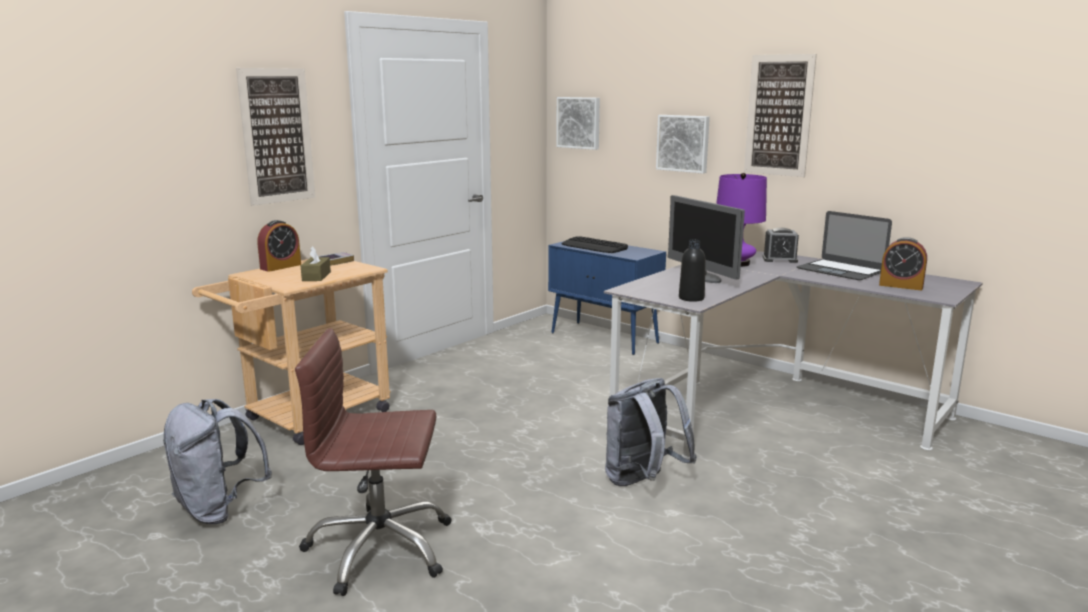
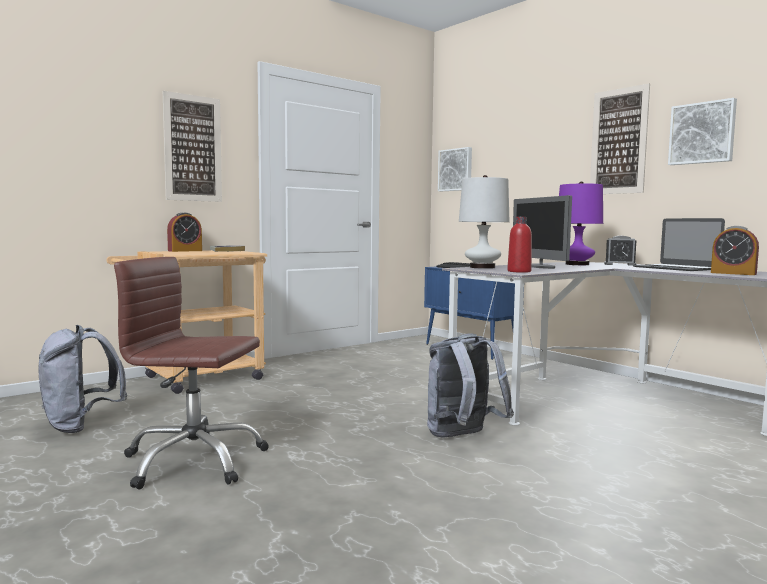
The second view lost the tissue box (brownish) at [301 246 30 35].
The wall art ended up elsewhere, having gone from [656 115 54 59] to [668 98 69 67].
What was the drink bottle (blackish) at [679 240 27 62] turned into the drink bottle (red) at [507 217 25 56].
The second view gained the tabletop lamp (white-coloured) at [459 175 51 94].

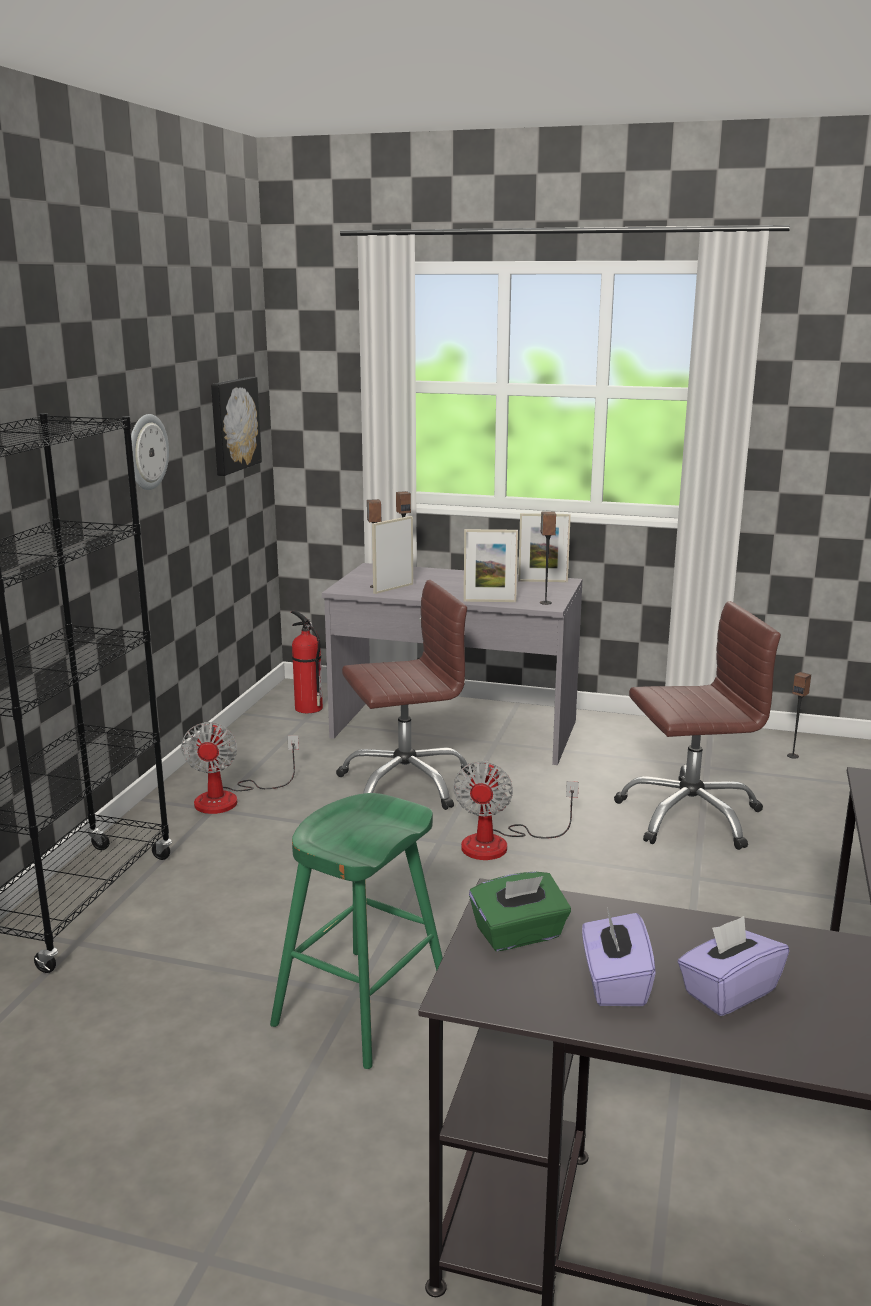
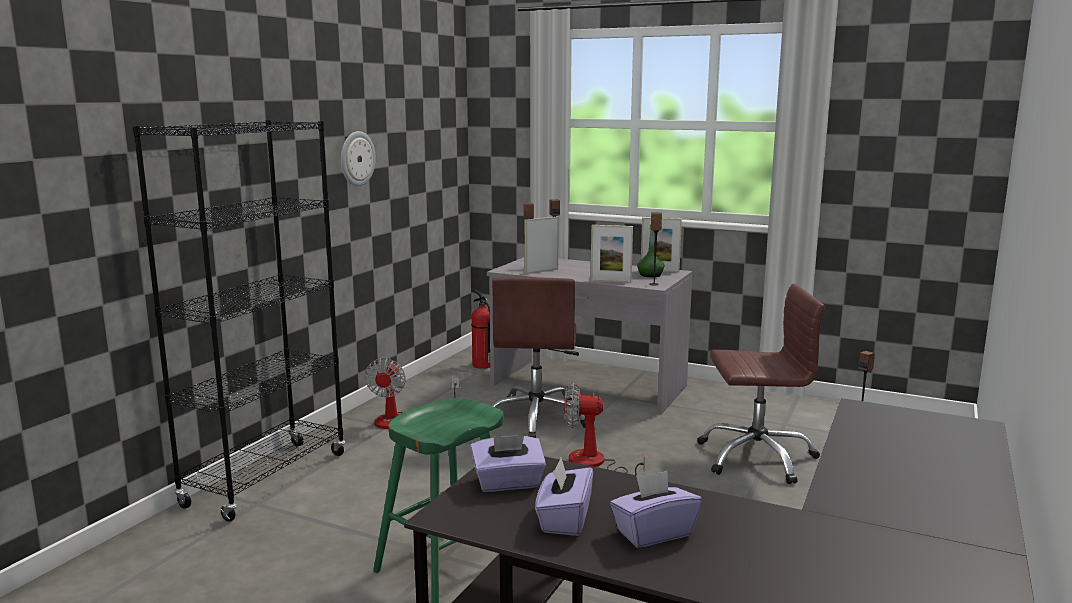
The second view lost the wall art at [211 377 51 99].
The desk chair (brownish) at [336 580 137 230] ended up facing another way, 105 degrees clockwise from before.
The cooling fan at [453 761 126 99] ended up facing another way, 75 degrees clockwise from before.
What was the tissue box (green-coloured) at [469 872 102 79] turned into the tissue box (purplish) at [470 435 76 57].
The second view gained the drink bottle (green-coloured) at [637 225 27 52].

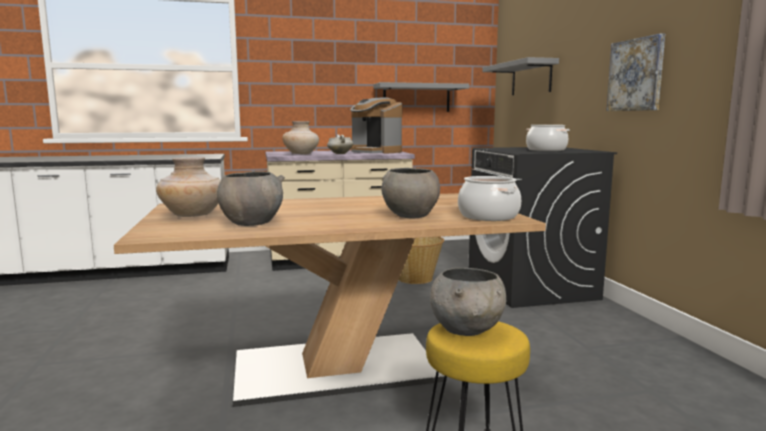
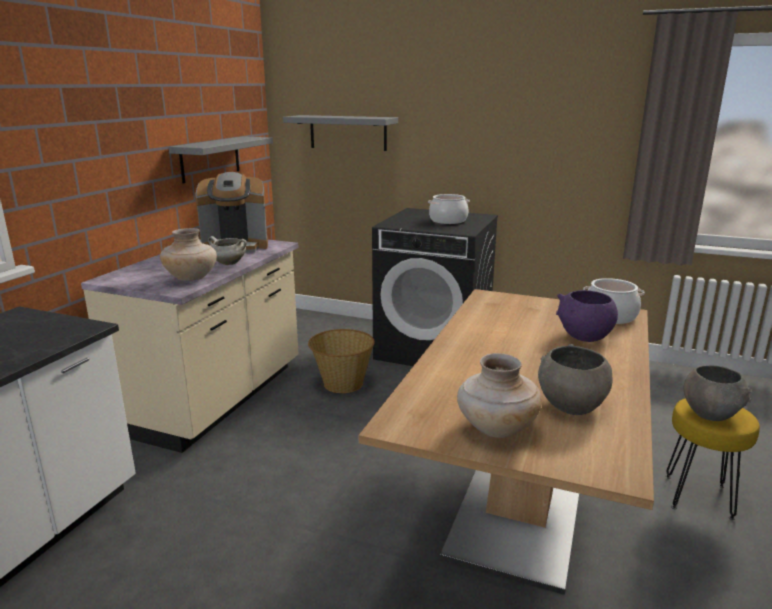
What was the deep dish (gray) at [381 168 59 51] turned into the deep dish (purplish) at [556 290 62 52].
The second view lost the wall art at [606 34 59 77].

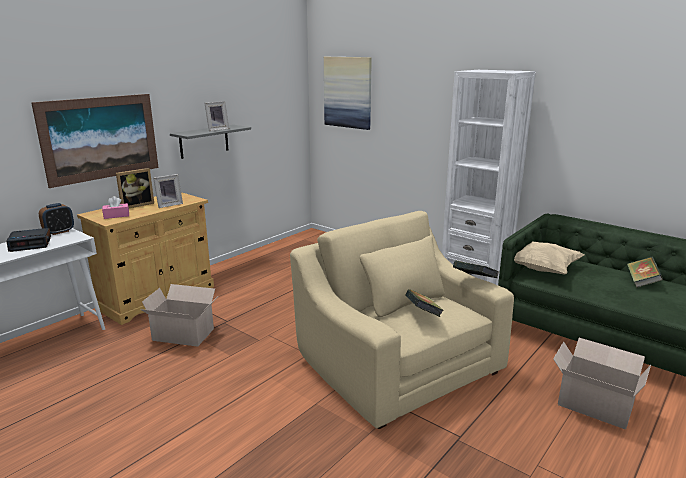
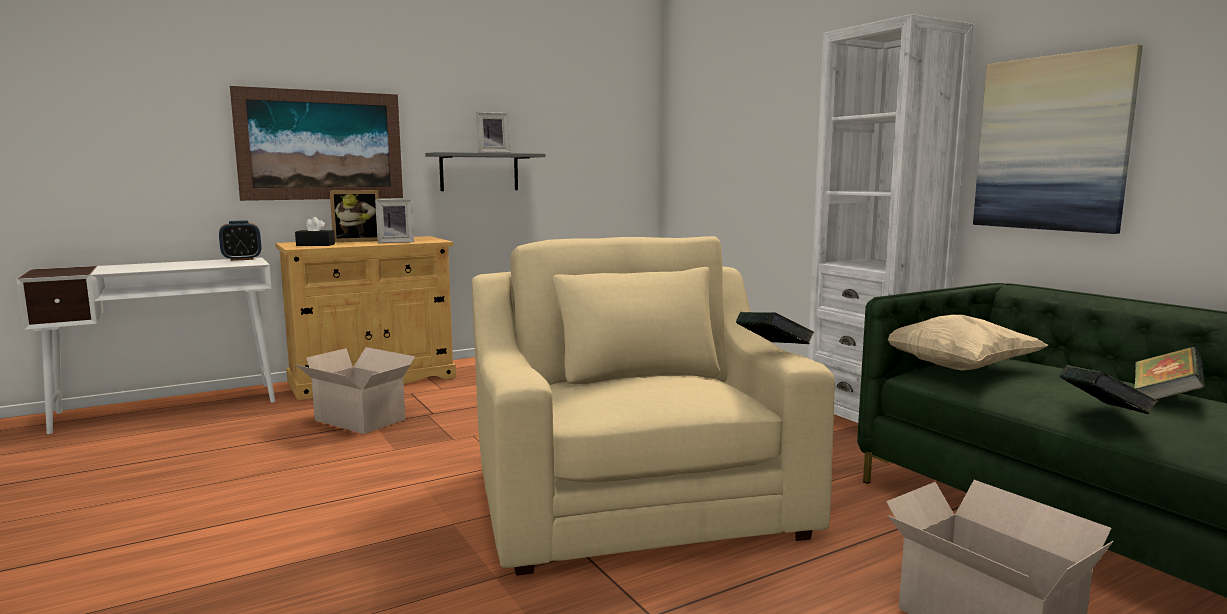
The second view lost the alarm clock at [6 228 45 24].
What was the tissue box (pinkish) at [102 196 27 23] turned into the tissue box (blackish) at [295 217 40 29].
The wall art ended up elsewhere, having gone from [324 57 48 73] to [973 44 170 190].
The book ended up elsewhere, having gone from [405 289 39 28] to [1059 365 99 49].

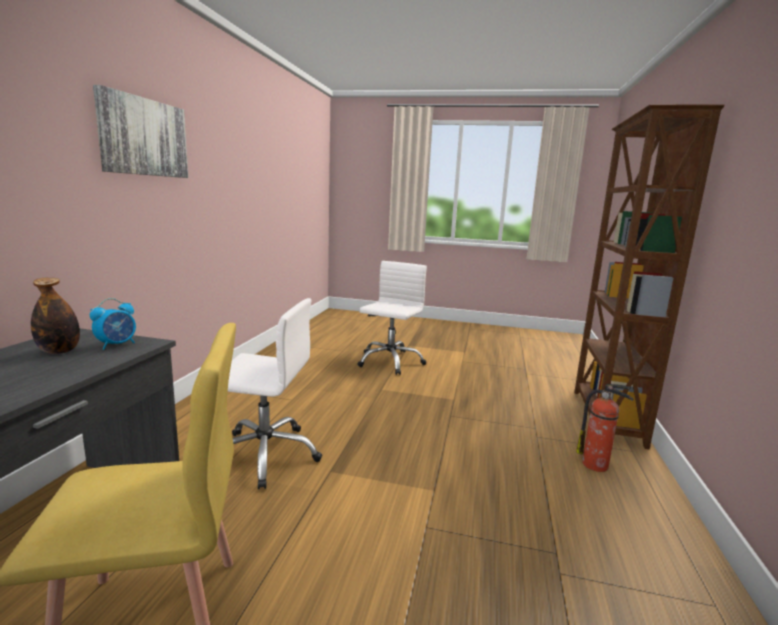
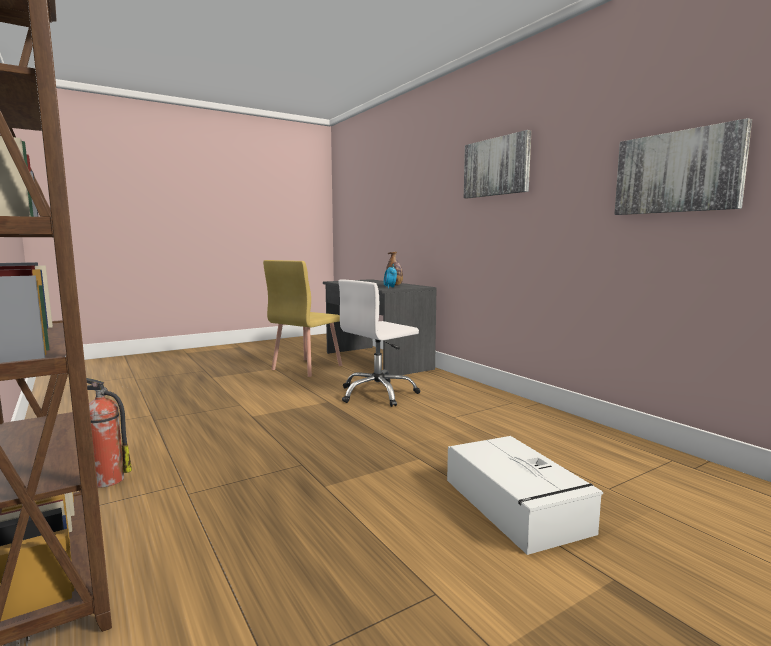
Where the desk chair (white-coloured) stood at [357 261 70 114], the storage bin (white-coloured) came to stand at [447 436 156 119].
The second view gained the wall art at [614 118 138 97].

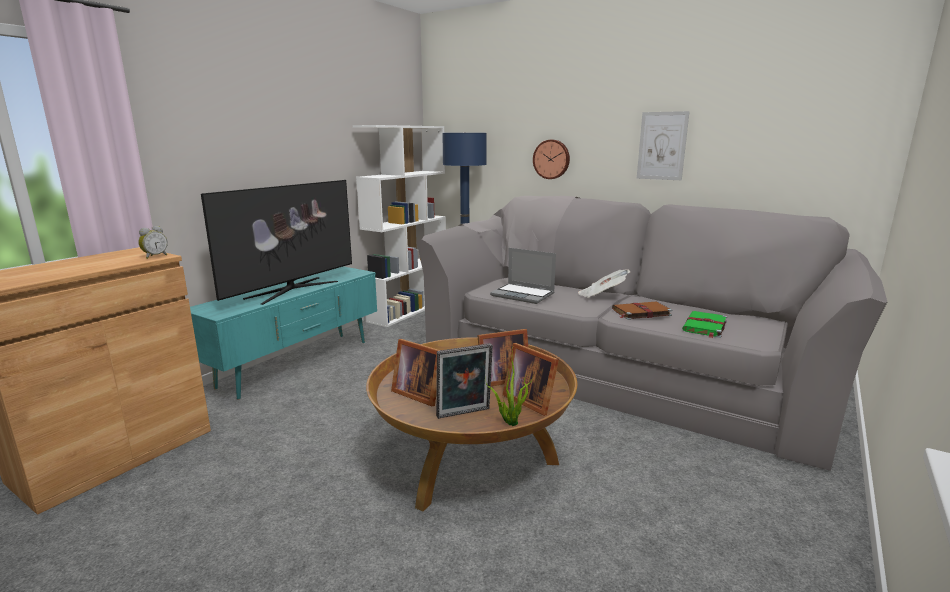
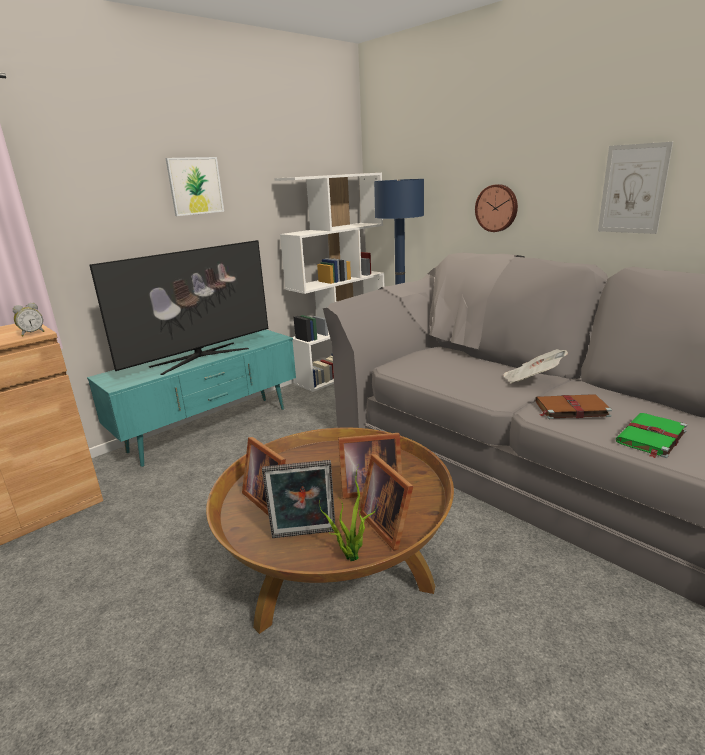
The second view lost the laptop at [490 248 66 56].
The second view gained the wall art at [166 157 58 59].

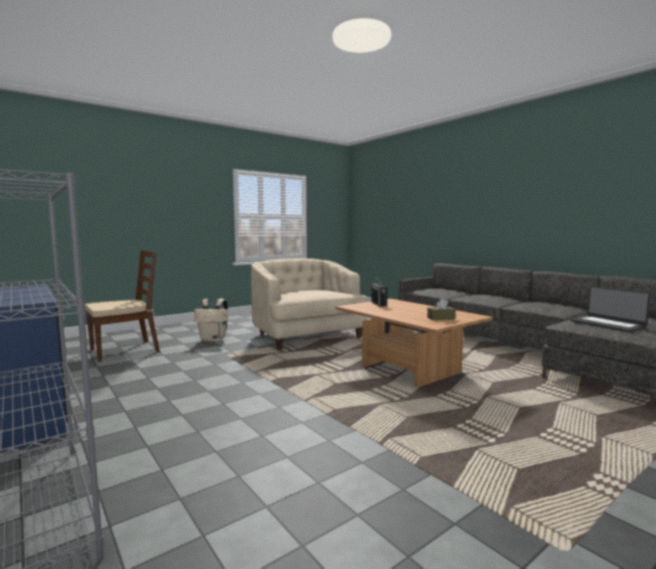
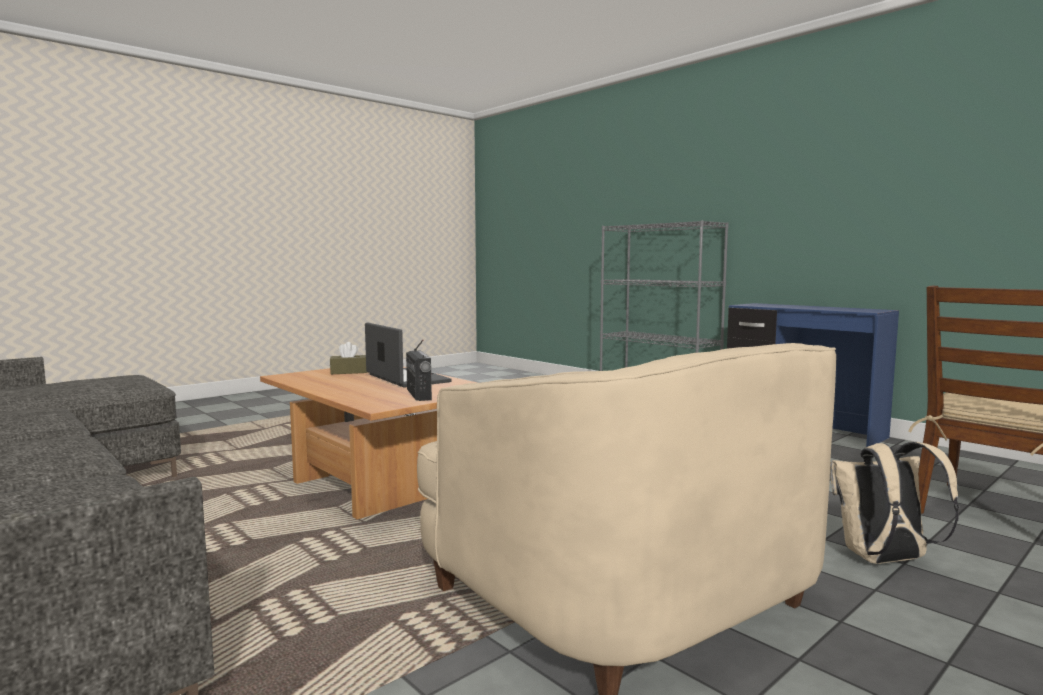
The laptop ended up elsewhere, having gone from [570 286 80 46] to [365 323 87 65].

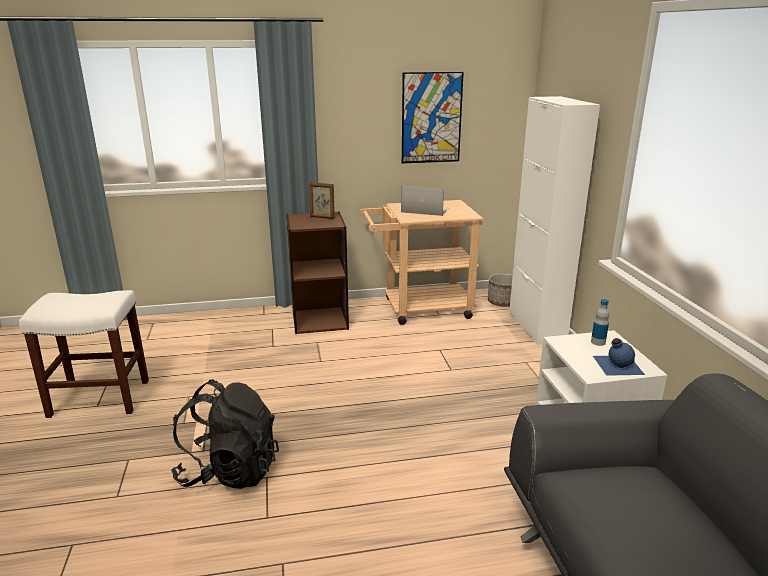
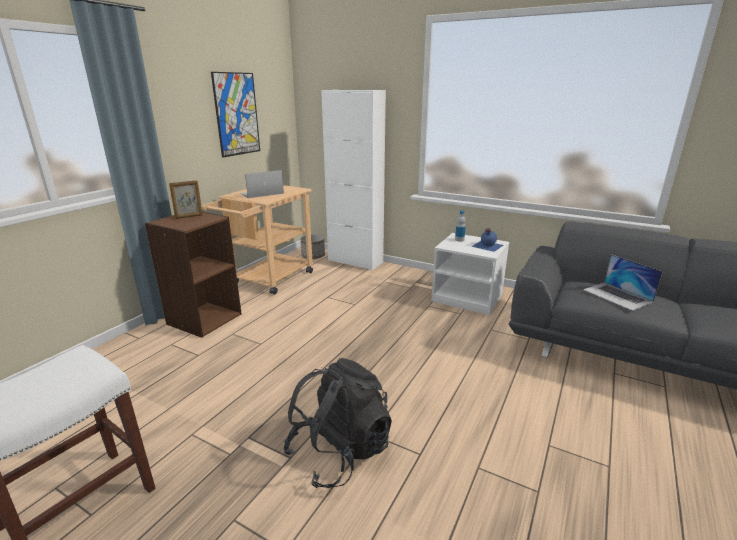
The second view gained the laptop at [583 254 80 57].

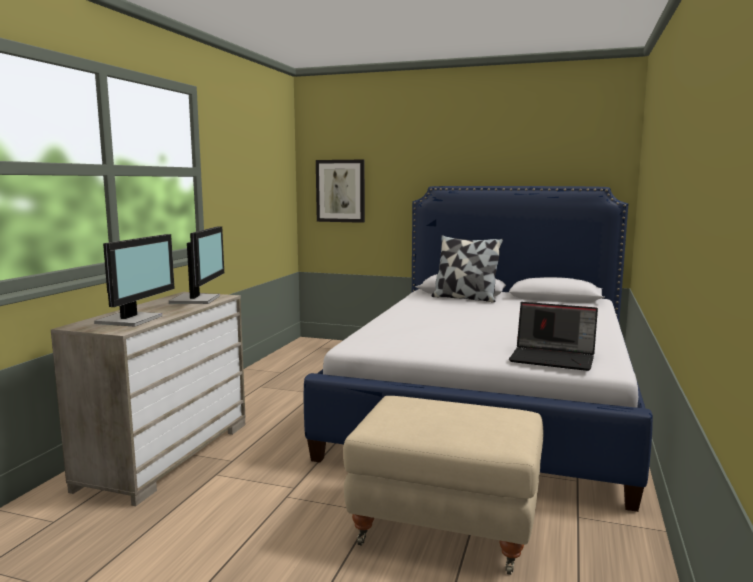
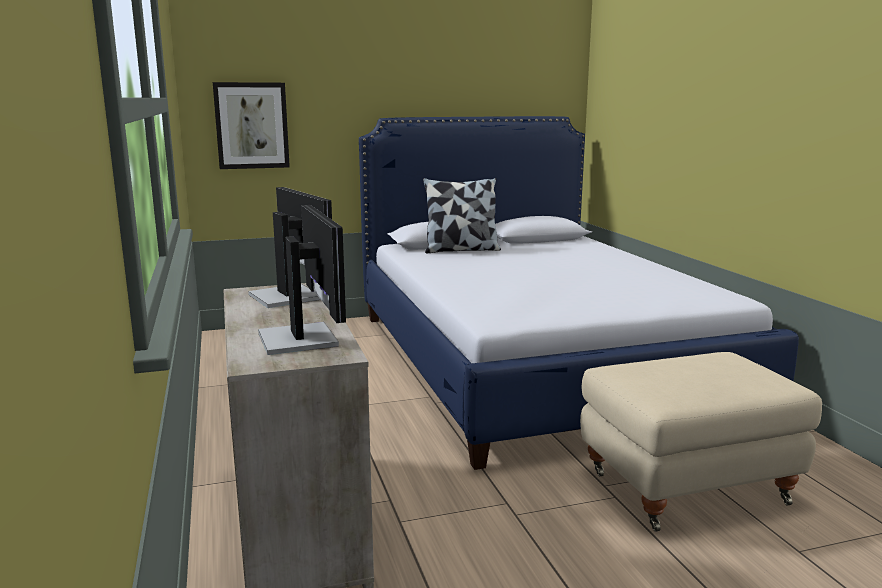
The second view lost the laptop at [509 302 89 69].

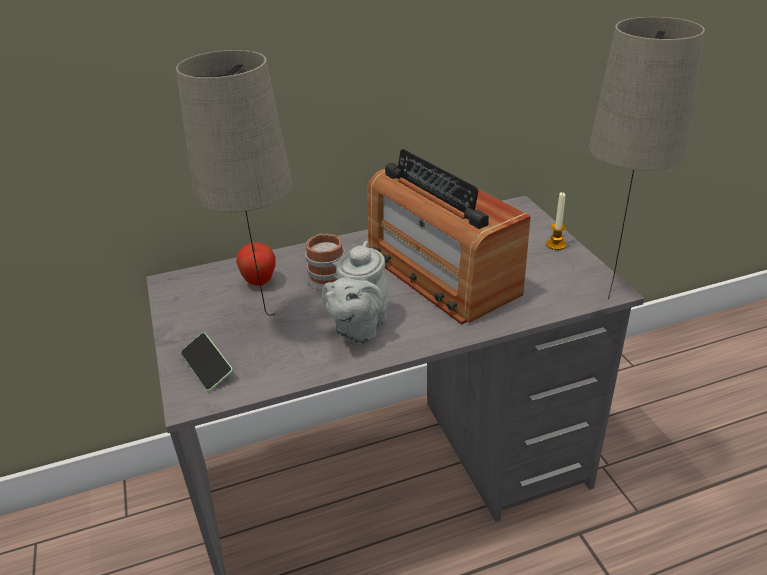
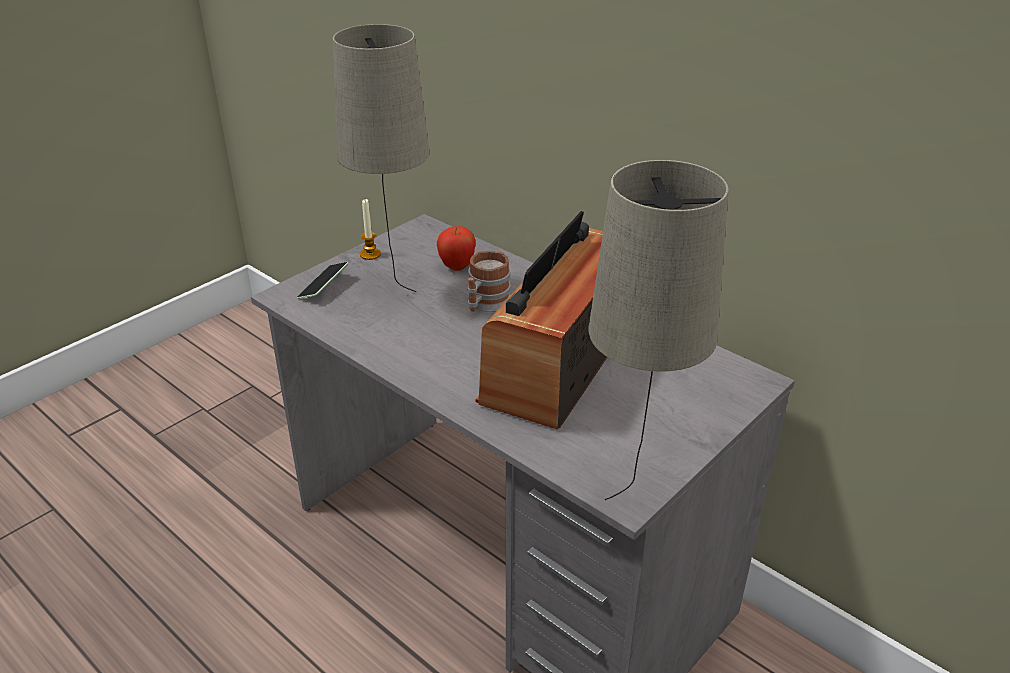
The second view lost the teapot (gray) at [322 241 66 103].
The wax candle ended up elsewhere, having gone from [546 192 21 58] to [360 199 21 61].

